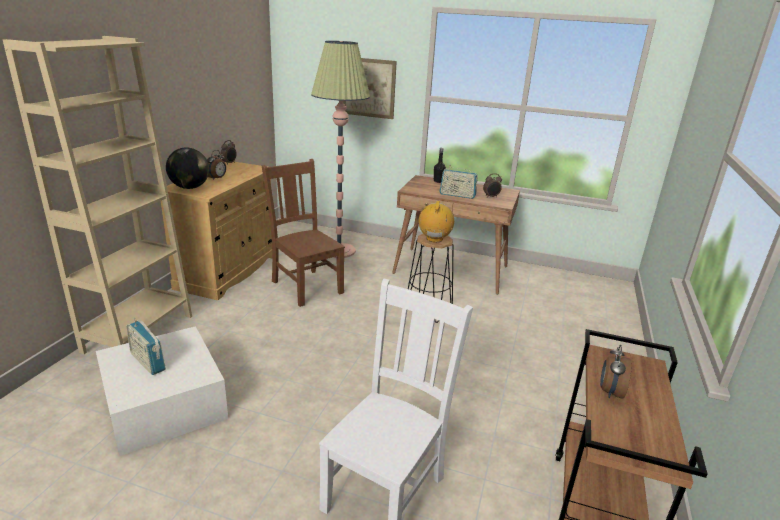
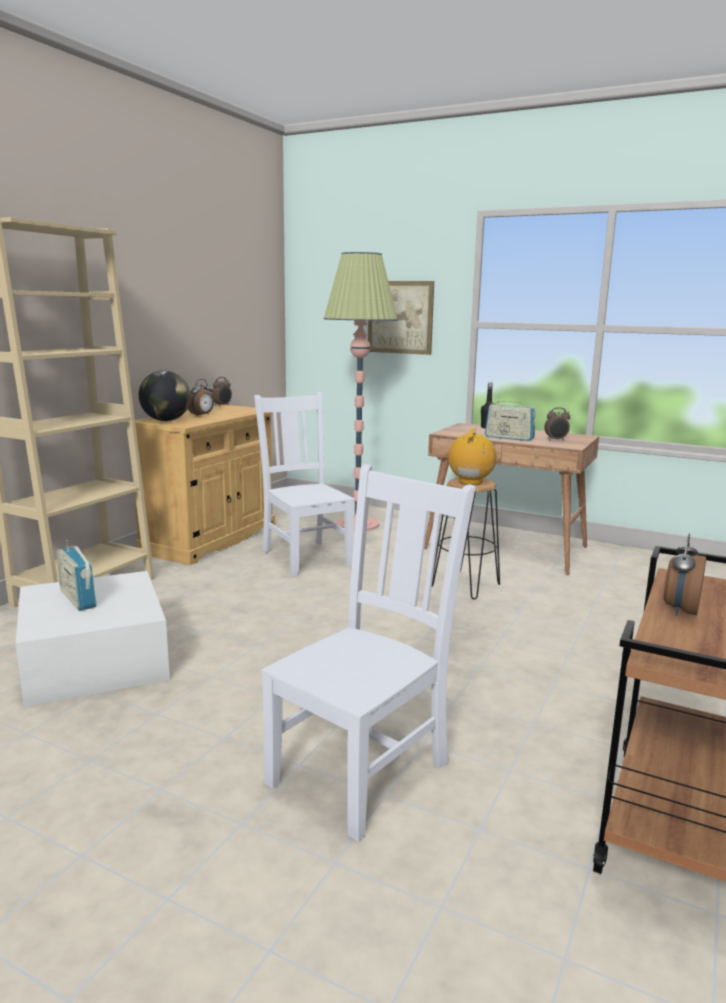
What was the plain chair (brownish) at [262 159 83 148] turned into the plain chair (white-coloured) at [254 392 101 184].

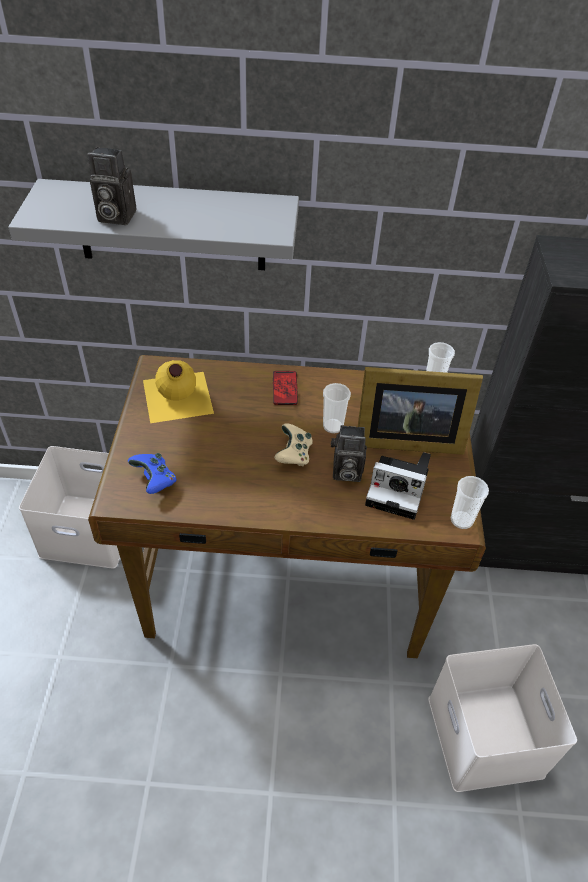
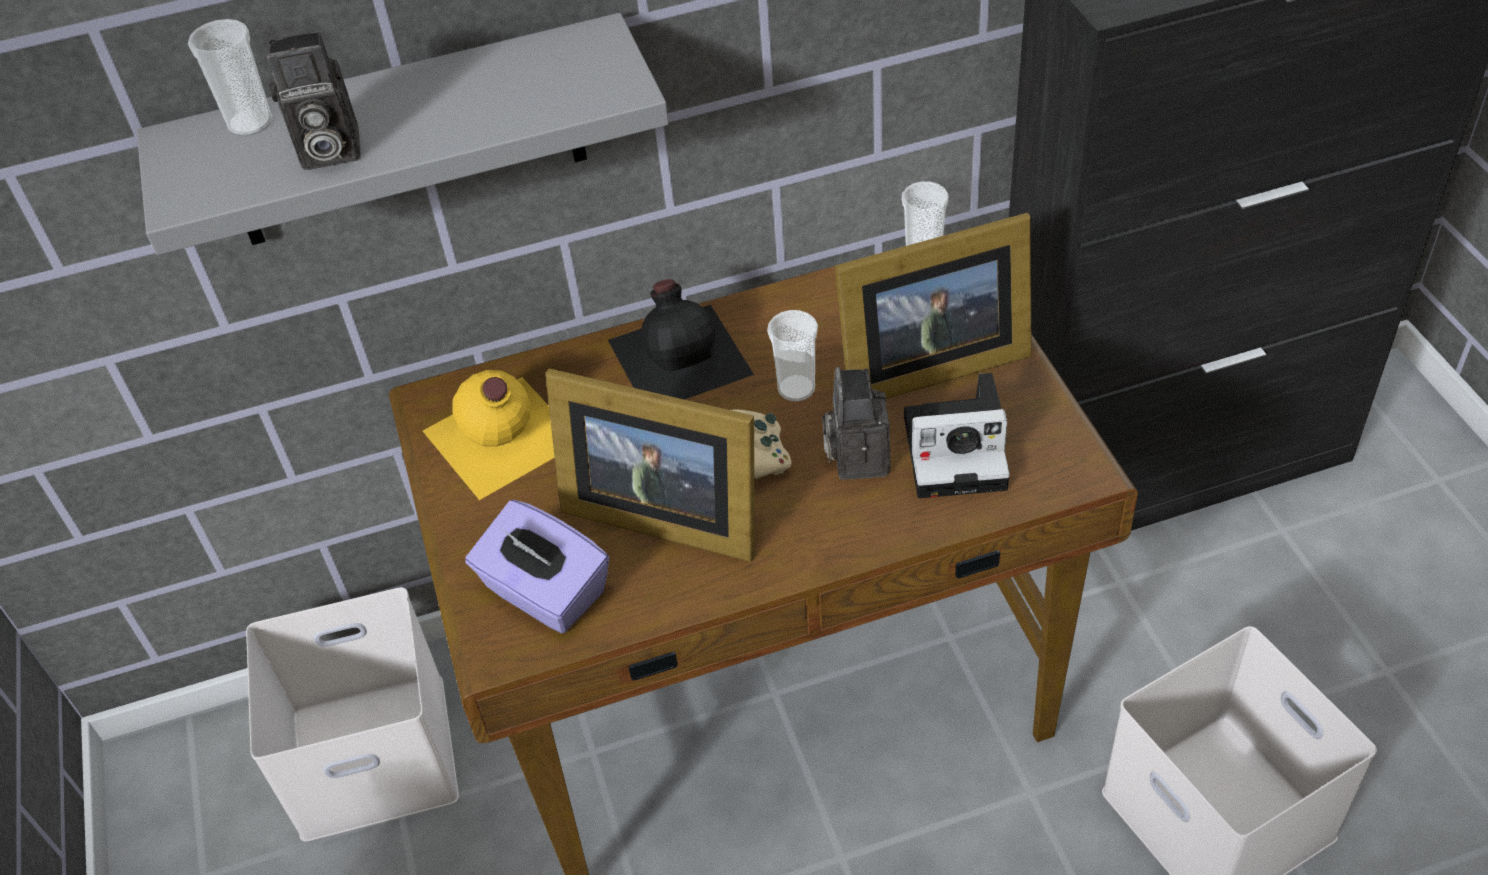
Where the joypad (blue) stood at [128 453 48 41], the tissue box (purplish) came to stand at [465 500 144 133].
Where the telephone stood at [273 371 25 34], the drink bottle (blackish) came to stand at [608 279 146 121].
The photo camera at [331 425 36 57] ended up facing another way, 105 degrees clockwise from before.
The small cup ended up elsewhere, having gone from [451 476 38 53] to [188 19 84 117].
The second view gained the picture frame at [545 368 210 194].

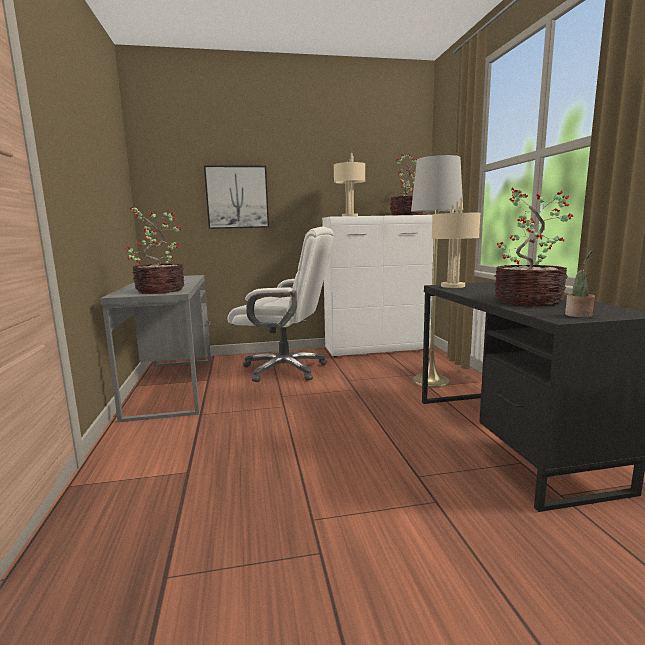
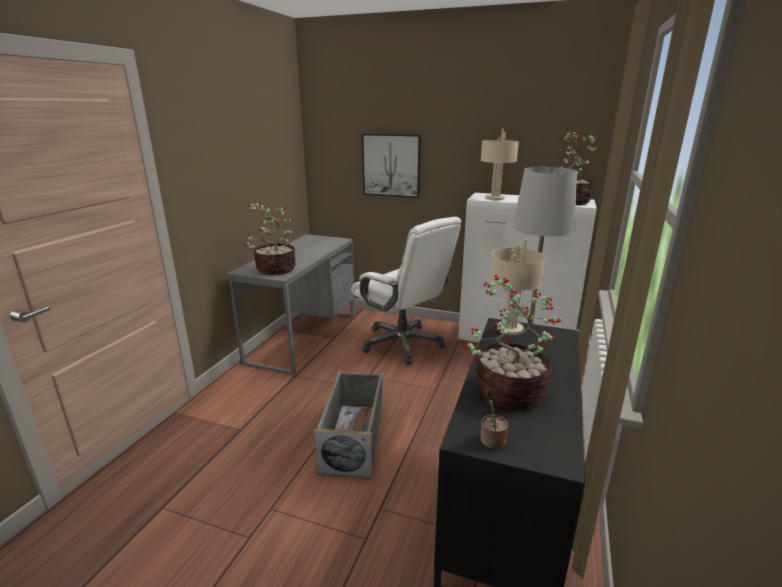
The second view gained the storage bin (gray) at [314 371 69 106].

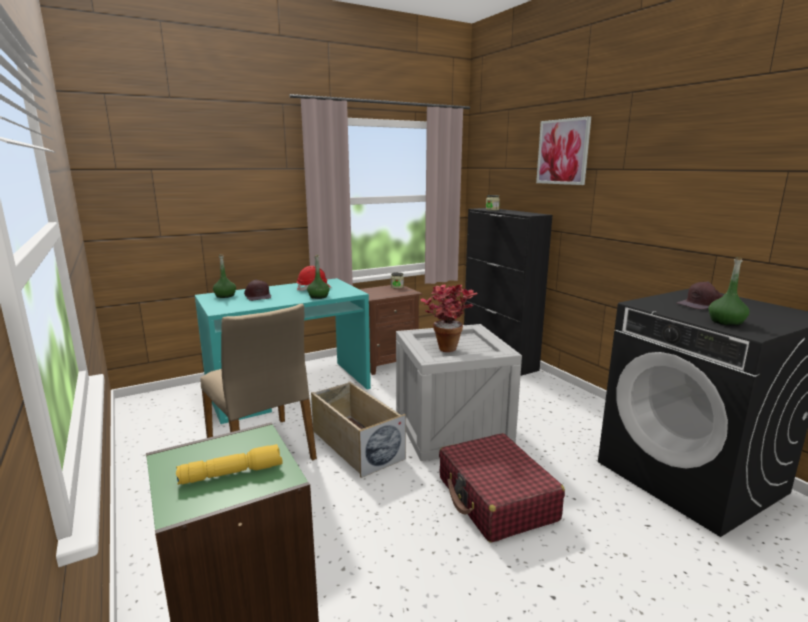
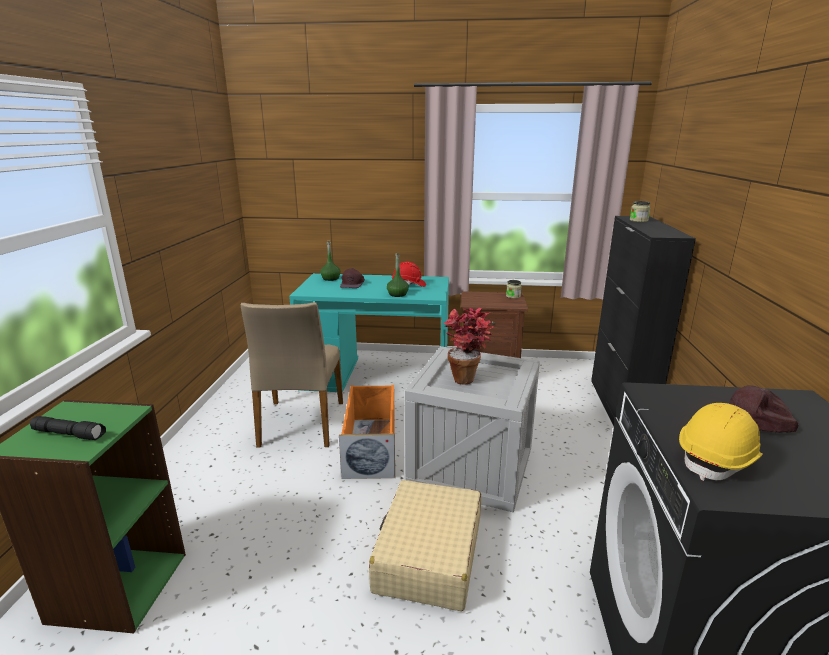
What was the torch (yellowish) at [176 444 107 41] turned into the torch (blackish) at [30 416 76 24].
What was the storage bin (beige) at [311 381 95 97] turned into the storage bin (orange) at [339 385 56 94].
What was the suitcase (red) at [439 433 126 110] turned into the suitcase (beige) at [369 480 112 131].
The second view lost the wall art at [536 116 55 69].
Where the drink bottle (green-coloured) stood at [708 257 42 69], the safety helmet (yellowish) came to stand at [679 403 84 78].

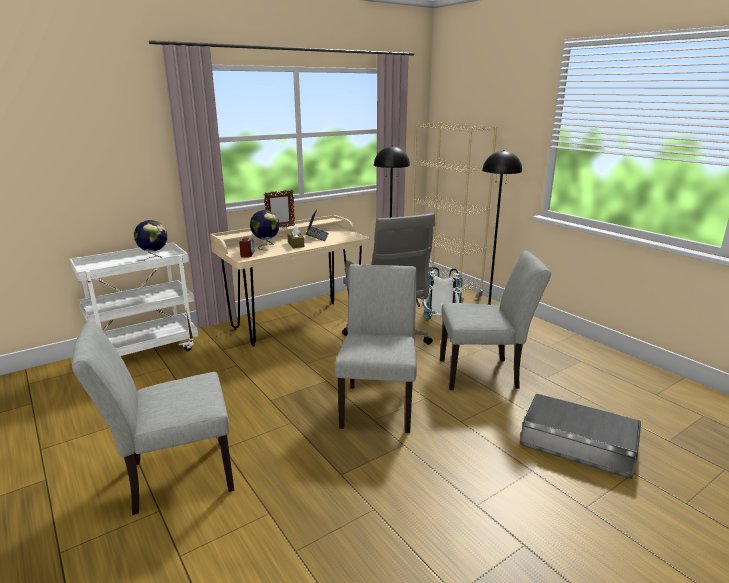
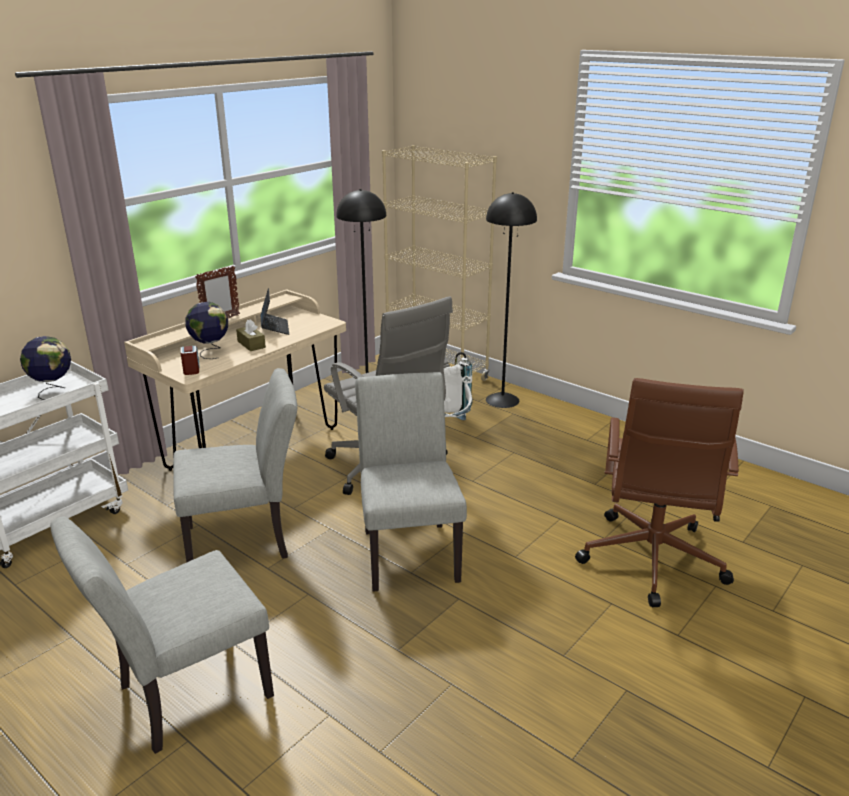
The plain chair (gray) ended up elsewhere, having gone from [440 251 111 139] to [173 368 124 194].
Where the storage bin (gray) stood at [520 394 121 85], the desk chair (brownish) came to stand at [575 378 169 229].

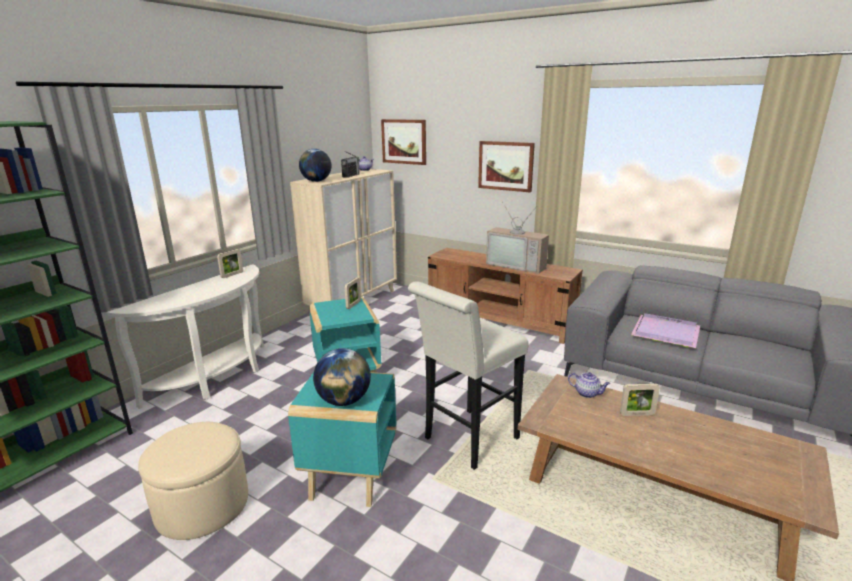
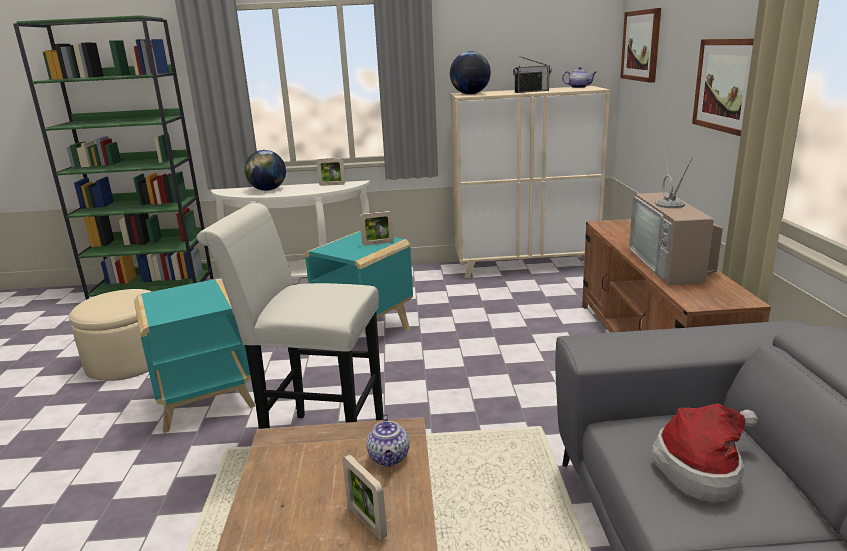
The globe ended up elsewhere, having gone from [313 348 58 58] to [245 150 41 41].
Where the serving tray (purplish) stood at [631 313 69 35], the clothing hat came to stand at [650 403 108 100].

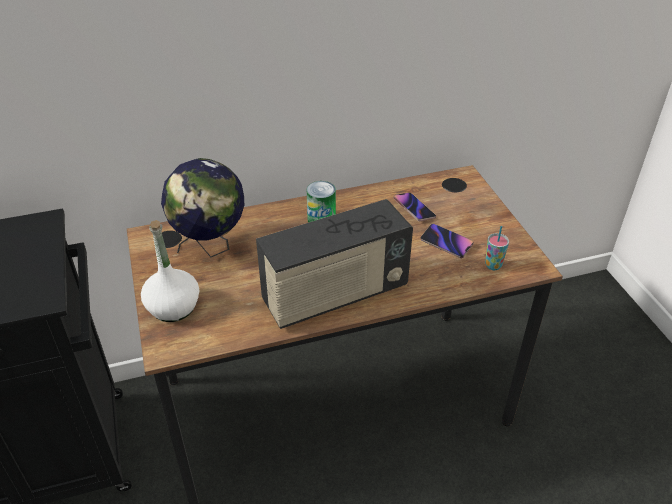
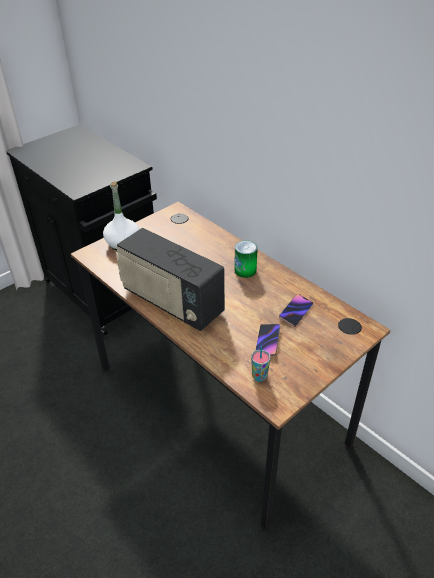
The second view lost the globe at [161 158 83 99].

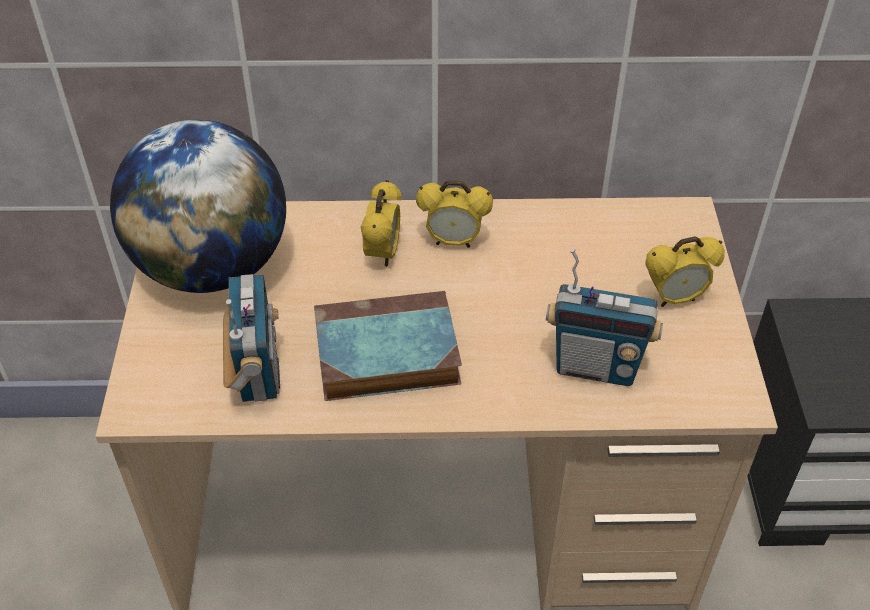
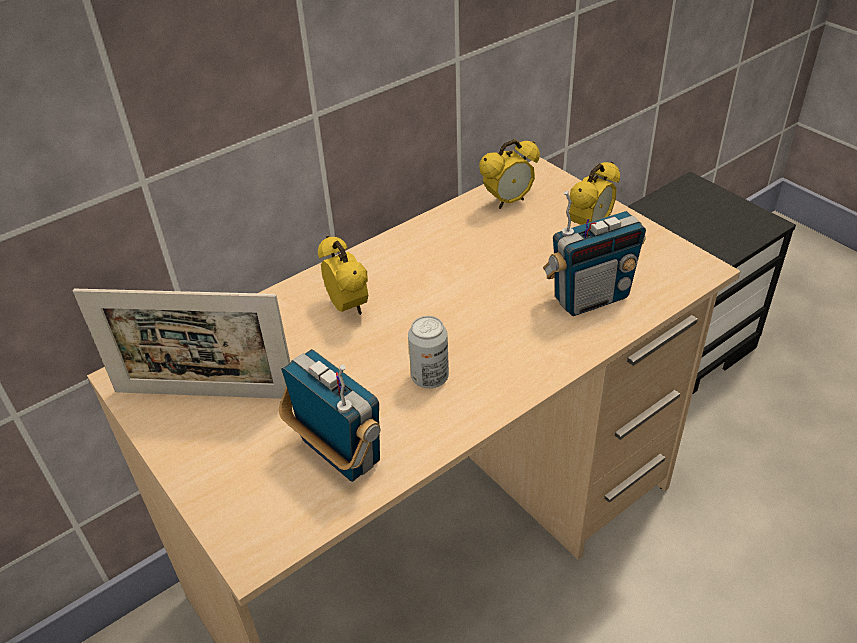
Where the globe stood at [110 120 176 173], the picture frame came to stand at [73 289 218 110].
Where the book stood at [314 291 148 110], the can came to stand at [408 316 41 72].
The alarm clock ended up elsewhere, having gone from [416 180 77 68] to [479 139 61 70].

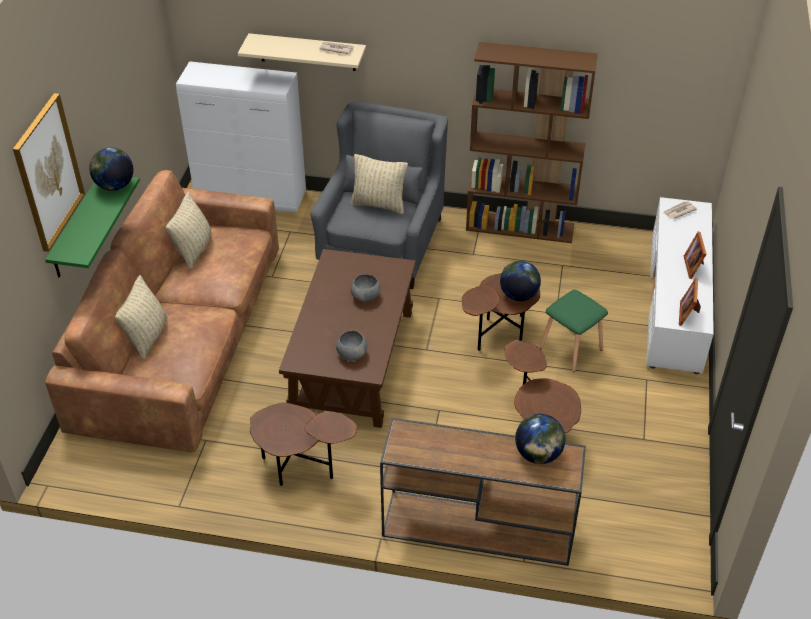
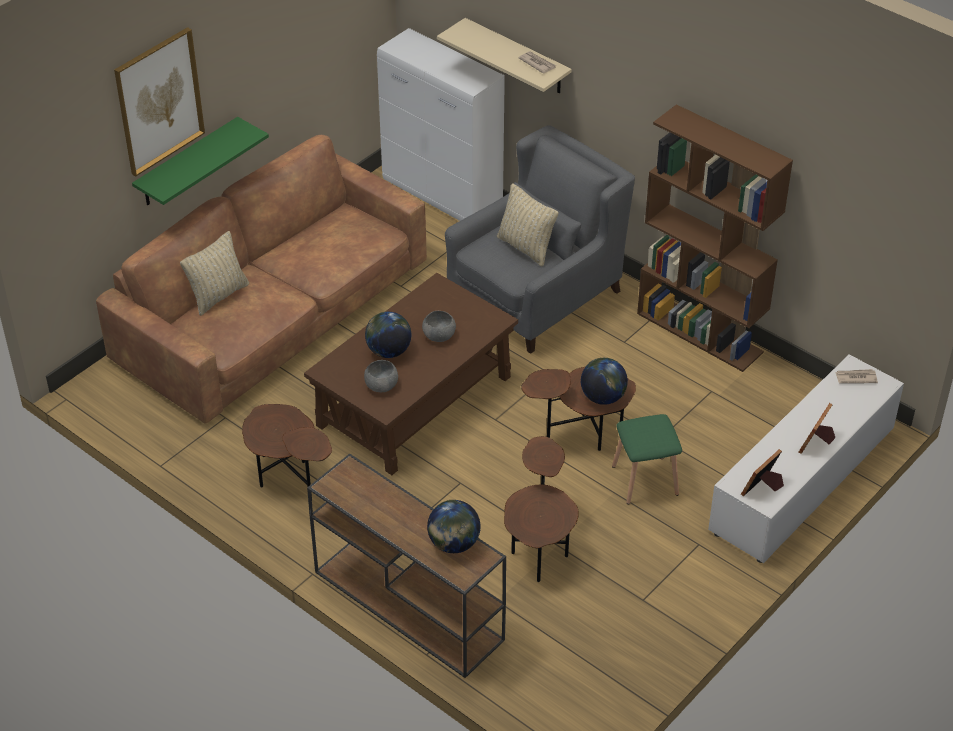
The globe ended up elsewhere, having gone from [89 148 44 43] to [365 312 46 46].
The second view lost the pillow (beige) at [166 192 46 78].

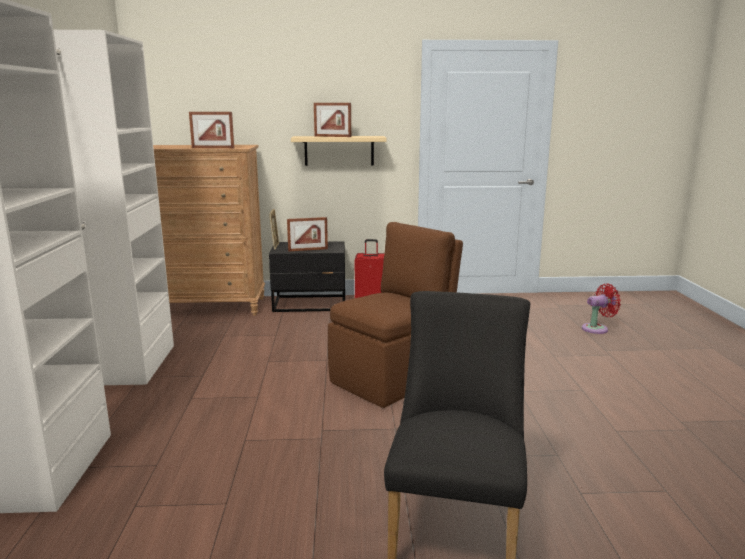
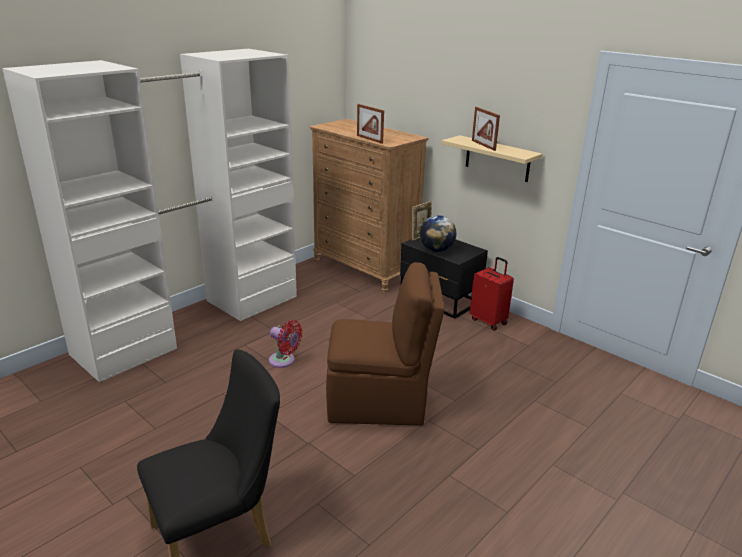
Where the picture frame stood at [287 217 41 35], the globe came to stand at [420 215 37 37].
The cooling fan (red) ended up elsewhere, having gone from [582 284 39 50] to [269 320 34 48].

